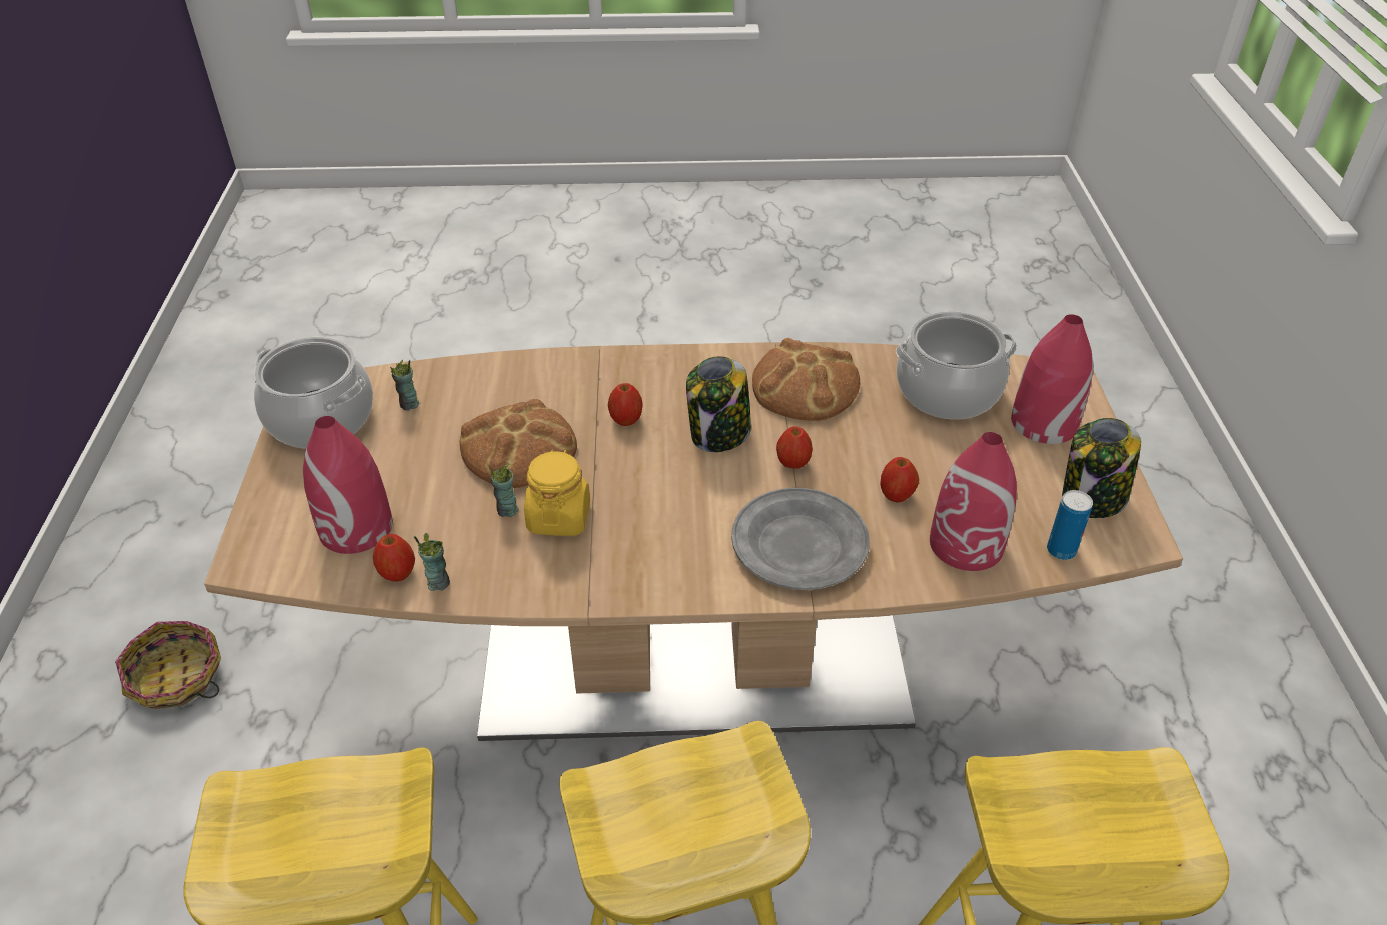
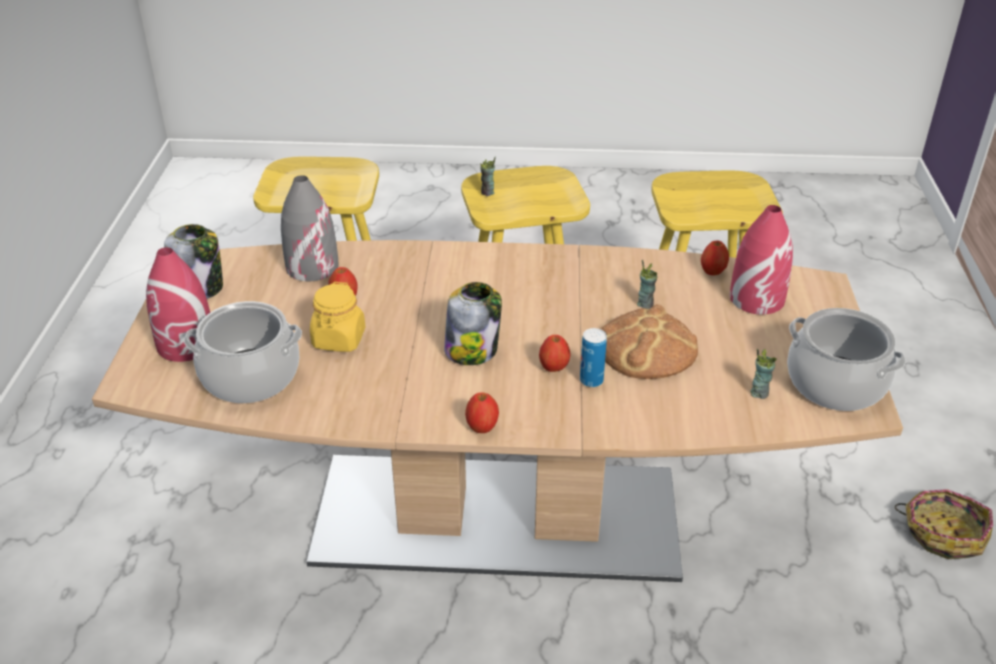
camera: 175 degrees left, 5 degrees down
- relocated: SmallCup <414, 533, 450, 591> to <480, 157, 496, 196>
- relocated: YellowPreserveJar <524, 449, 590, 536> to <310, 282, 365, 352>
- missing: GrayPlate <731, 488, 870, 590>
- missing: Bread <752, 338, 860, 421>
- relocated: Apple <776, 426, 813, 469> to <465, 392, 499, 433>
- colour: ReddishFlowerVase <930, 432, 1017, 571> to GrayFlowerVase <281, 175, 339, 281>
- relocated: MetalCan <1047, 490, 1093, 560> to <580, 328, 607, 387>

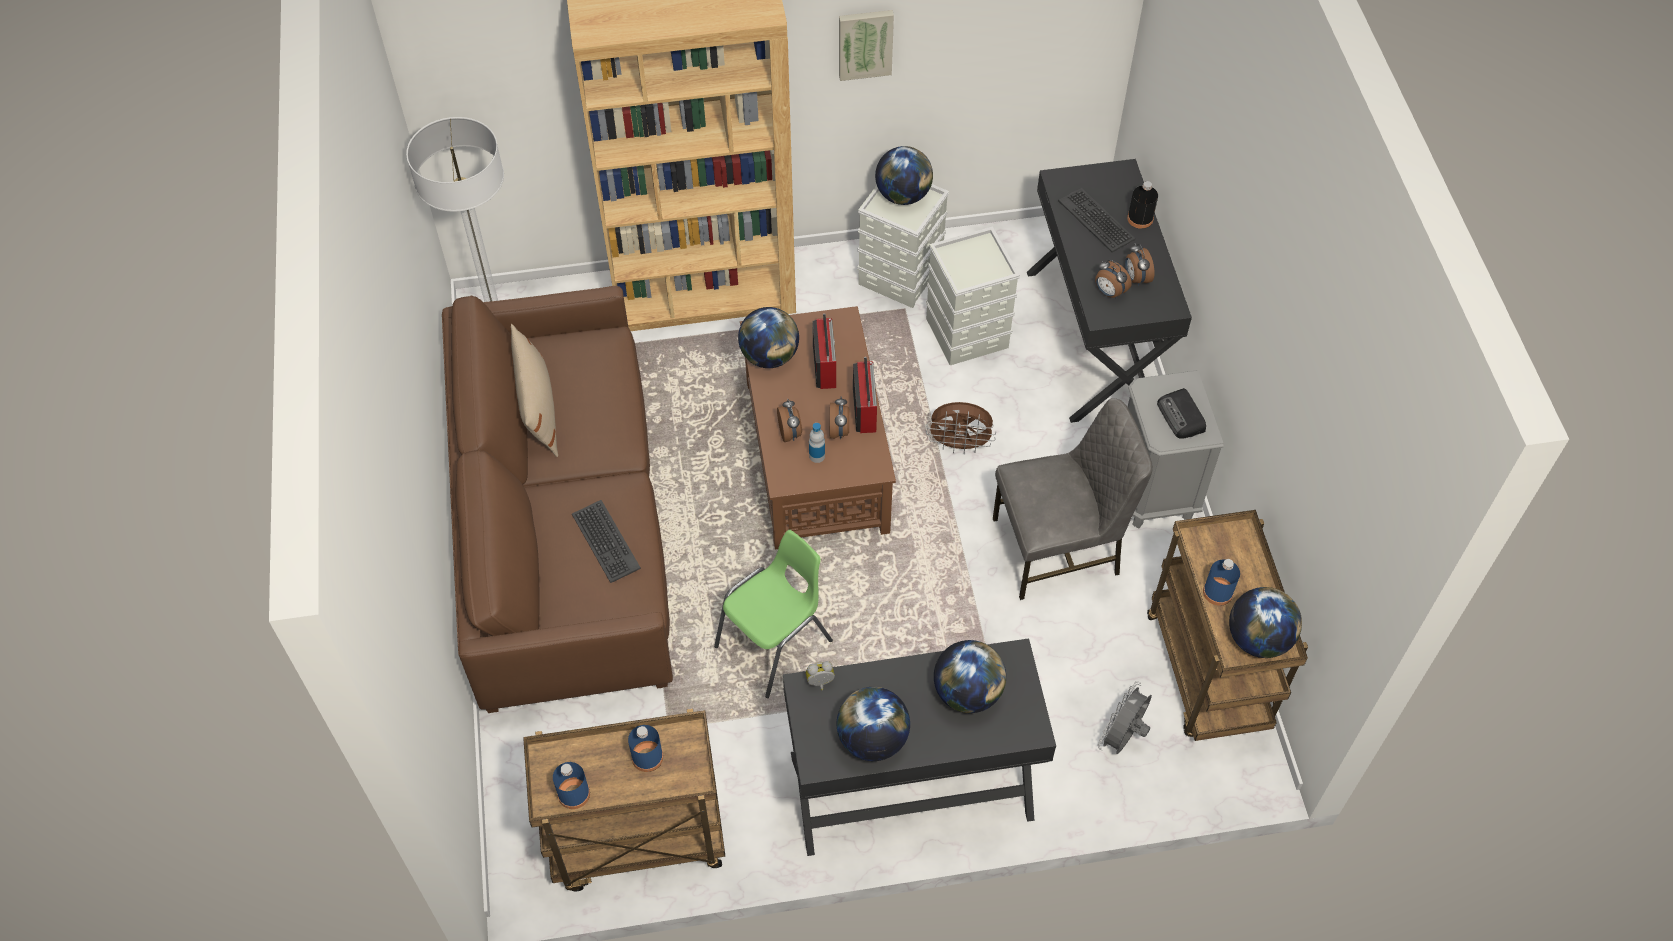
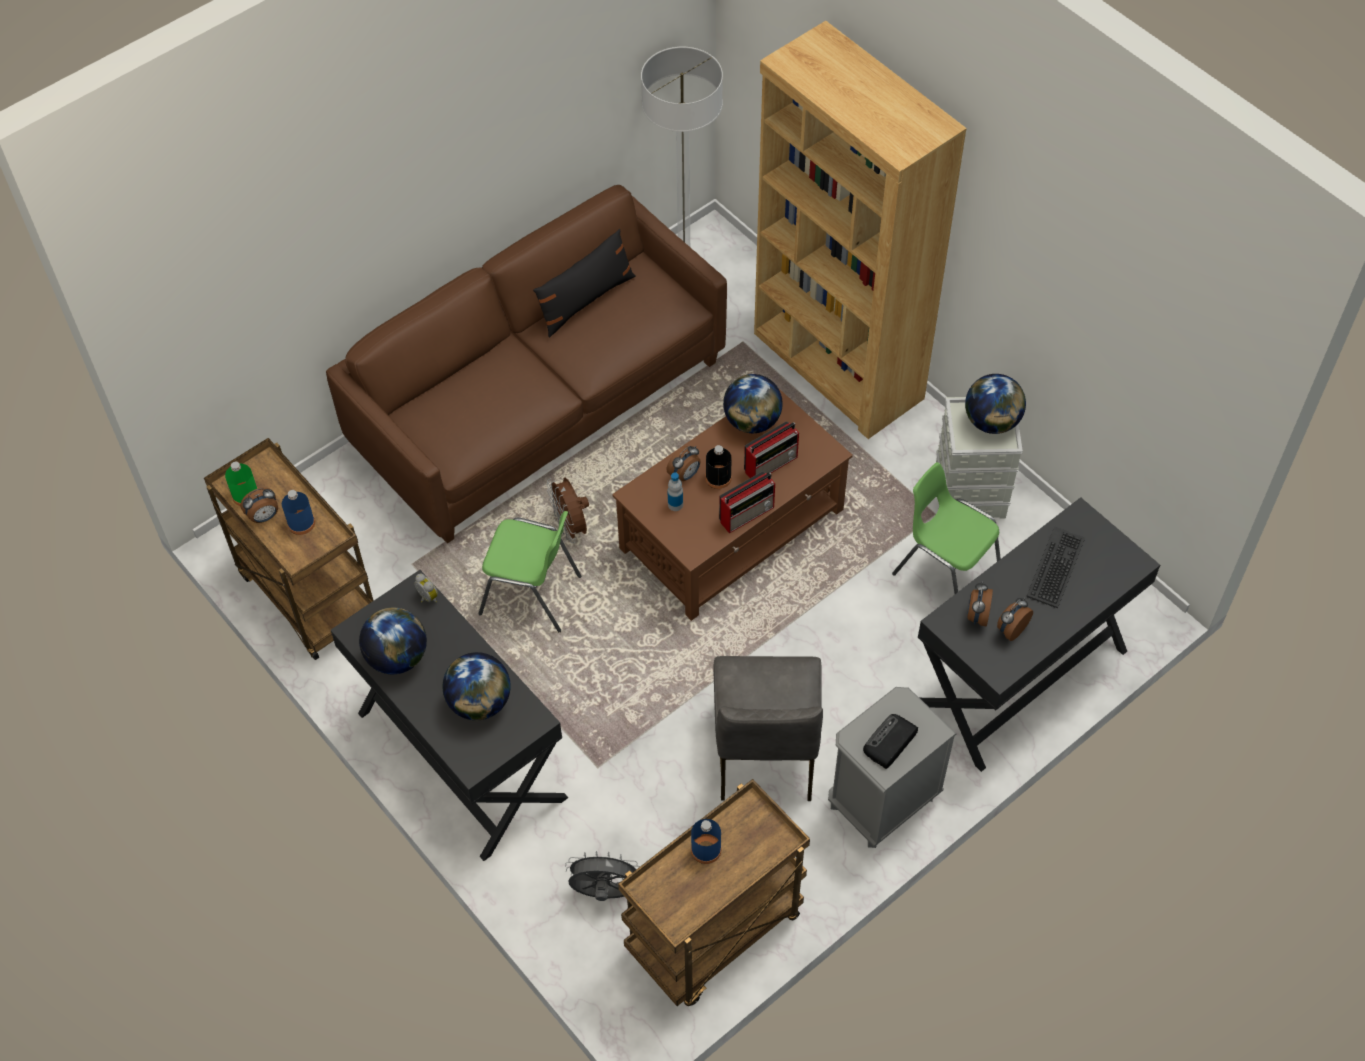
camera: 60 degrees right, 0 degrees up
- colour: BeigeColouredCushion <511, 324, 558, 457> to BlackCushion <533, 229, 636, 337>
- colour: BlueBottle <553, 762, 590, 809> to GreenBottle <225, 461, 258, 506>
- missing: PcKeyboard <572, 500, 641, 583>
- relocated: AlarmClock <830, 397, 849, 439> to <240, 488, 278, 523>
- missing: WallArt <839, 10, 894, 81>
- exchanged: GrayStorageContainer <926, 226, 1020, 365> to GreenChair <892, 462, 1001, 594>
- relocated: BrownElectricFan <926, 402, 996, 454> to <546, 478, 589, 543>
- spun: GrayChair <993, 398, 1153, 600> = <713, 656, 823, 801> 45 degrees clockwise
- relocated: BlackBottle <1127, 181, 1158, 229> to <705, 445, 732, 489>
- missing: Globe <1229, 587, 1302, 658>

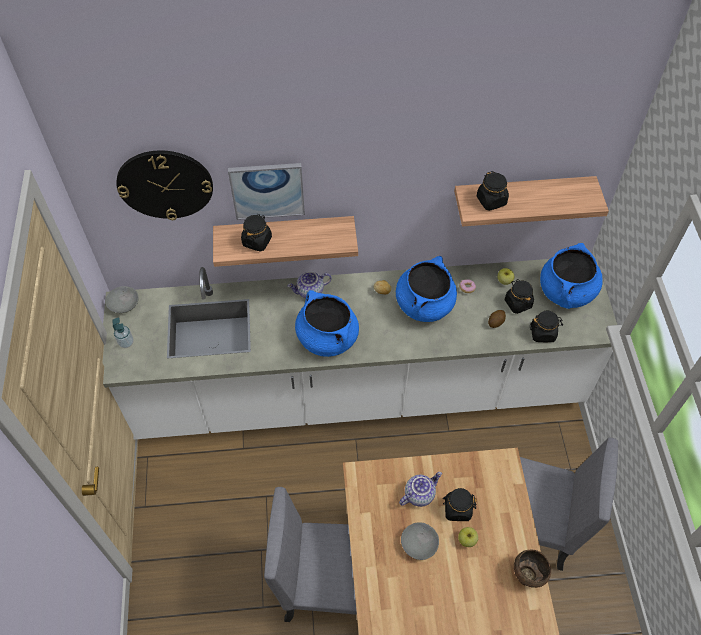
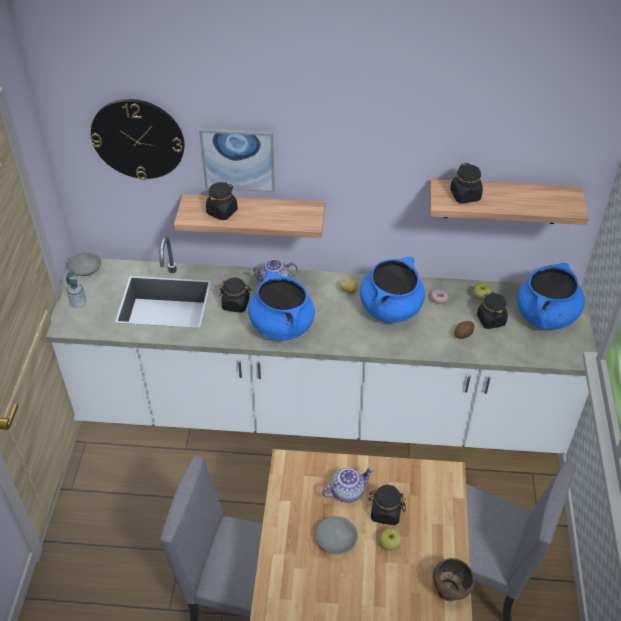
camera: 10 degrees right, 10 degrees down
- relocated: BlackPreserveJar <530, 310, 563, 342> to <219, 277, 251, 313>

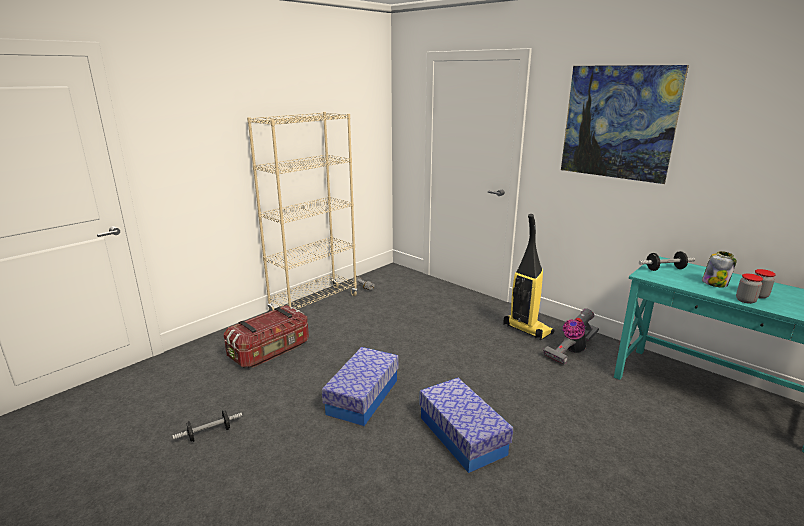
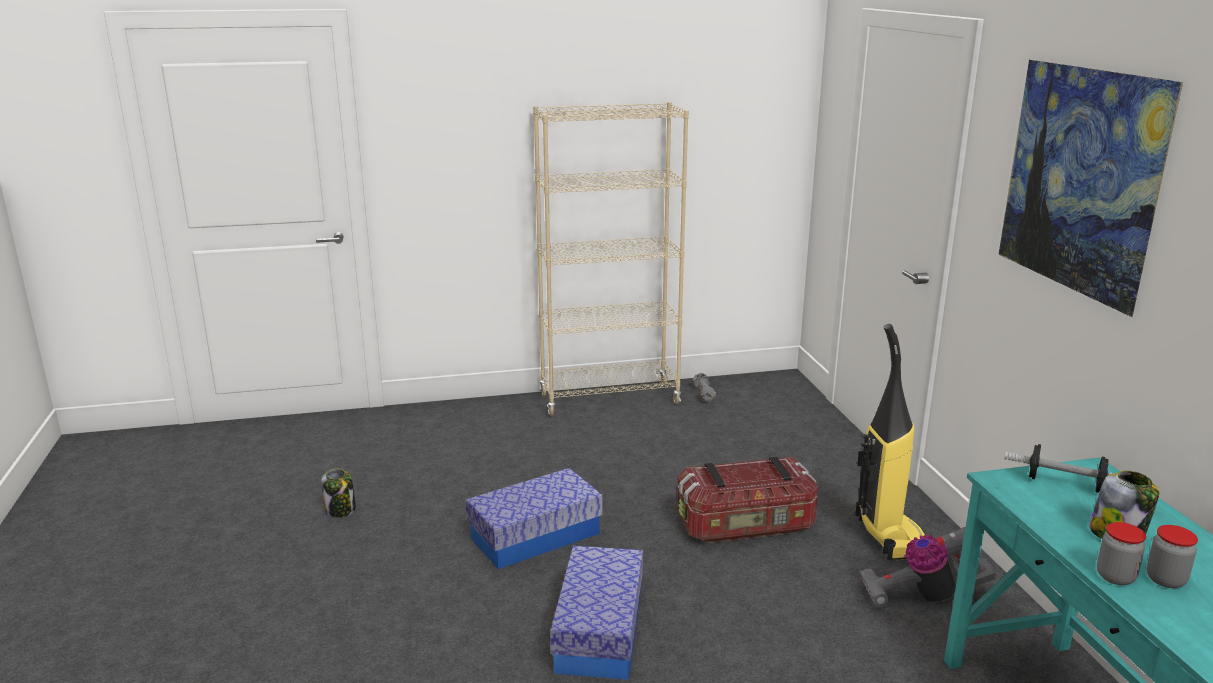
camera: 35 degrees right, 0 degrees up
- exchanged: HandWeight <172, 410, 242, 442> to PreserveJar <321, 469, 356, 518>
- relocated: StorageContainer <224, 305, 309, 368> to <677, 456, 818, 543>

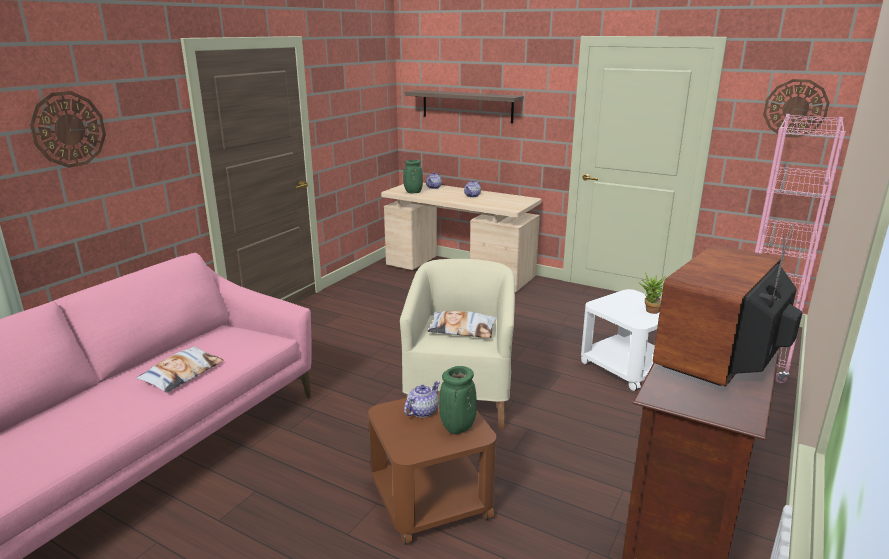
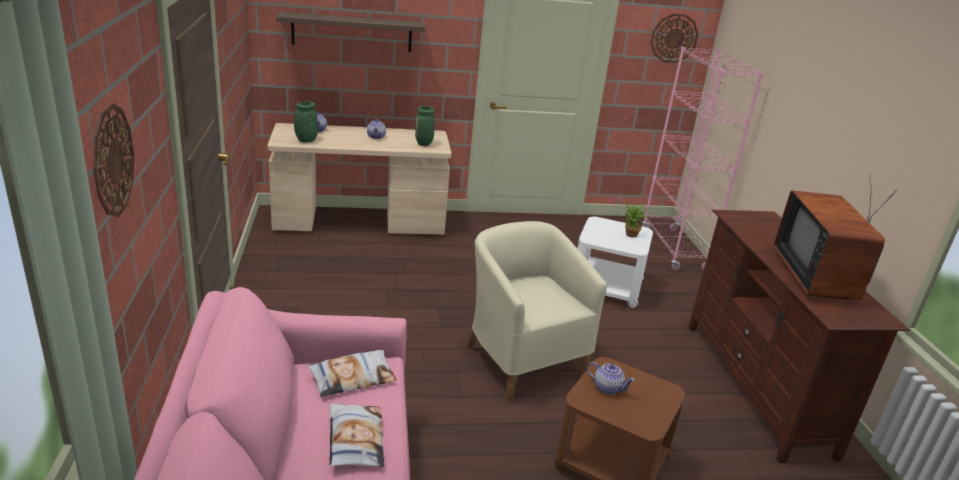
camera: 40 degrees left, 5 degrees up
- spun: PotForTea <404, 381, 440, 418> = <587, 362, 635, 395> 120 degrees clockwise
- relocated: Cushion <427, 311, 497, 338> to <307, 350, 397, 397>
- relocated: GreenFlowerVase <439, 366, 477, 434> to <415, 106, 434, 146>

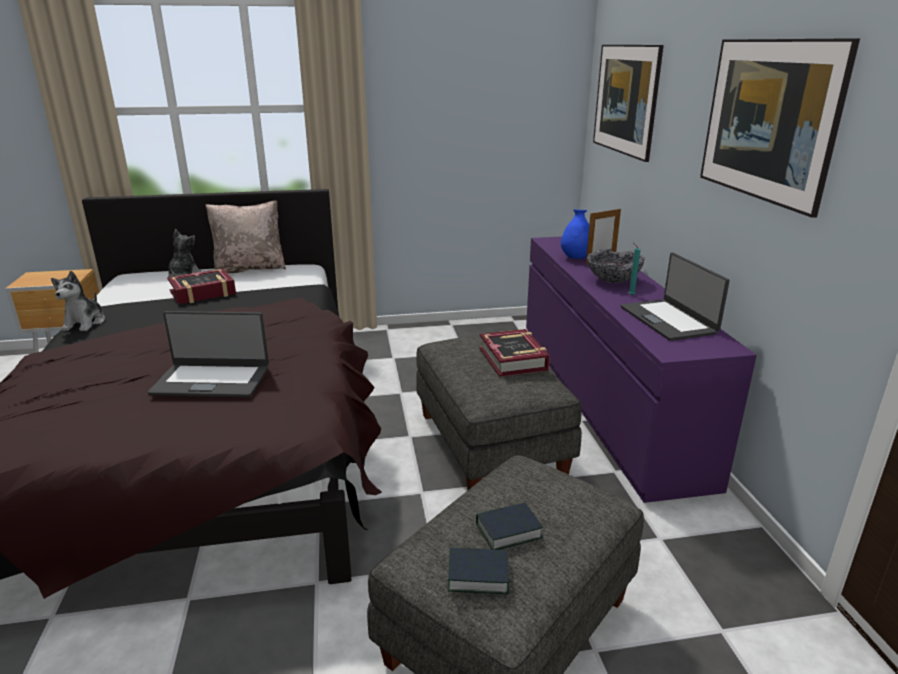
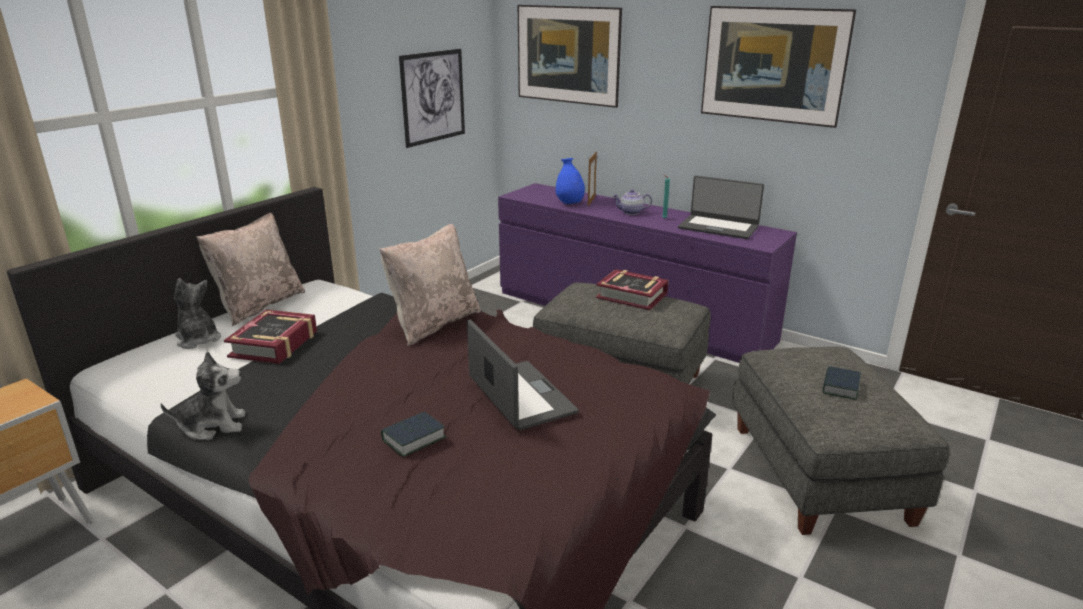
camera: 45 degrees left, 0 degrees up
- spun: CuddlyToy <51, 271, 105, 331> = <160, 351, 246, 440> 60 degrees counterclockwise
- spun: PortableComputer <148, 311, 269, 397> = <467, 319, 579, 430> 75 degrees counterclockwise
- relocated: BoundBook <448, 548, 509, 595> to <381, 412, 447, 457>
- exchanged: ServingBowl <587, 249, 645, 283> to PotForTea <612, 189, 652, 215>
- appeared: BeigeColouredCushion <380, 224, 481, 346>
- appeared: WallArt <399, 49, 465, 148>

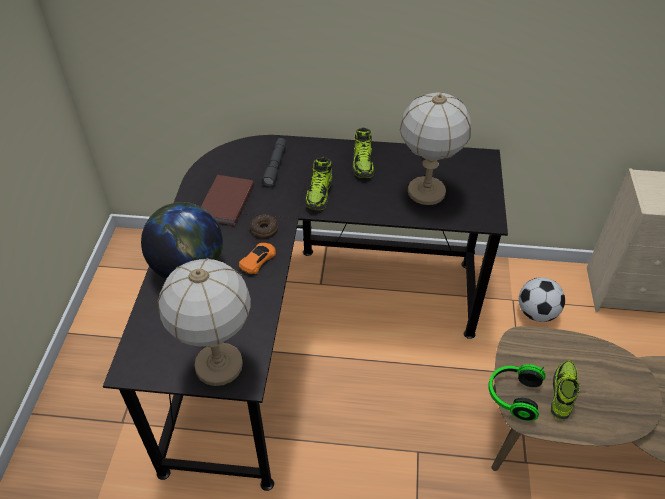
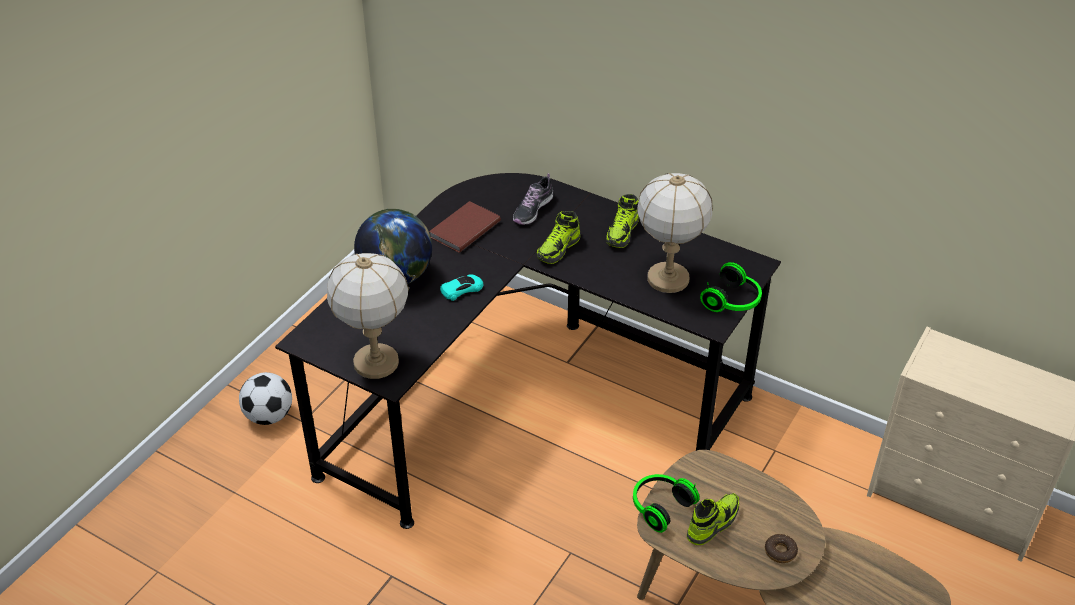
camera: 25 degrees right, 5 degrees down
- colour: OrangeyMiniatureCar <239, 243, 276, 274> to TurquoiseMiniatureCar <440, 274, 483, 301>
- relocated: RingDoughnut <250, 214, 278, 237> to <765, 534, 798, 563>
- exchanged: GrayFlashlight <262, 138, 287, 187> to ItemOfFootwear <513, 173, 554, 225>
- relocated: FootballBall <519, 277, 565, 322> to <239, 372, 292, 425>
- appeared: Headset <700, 262, 762, 312>

